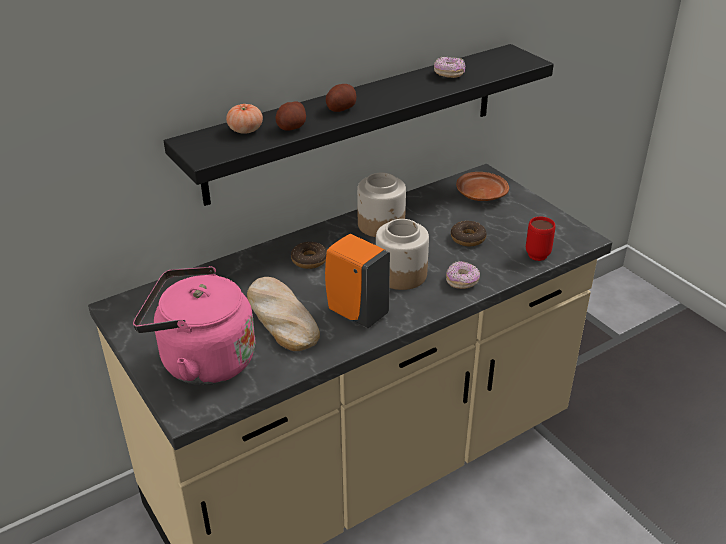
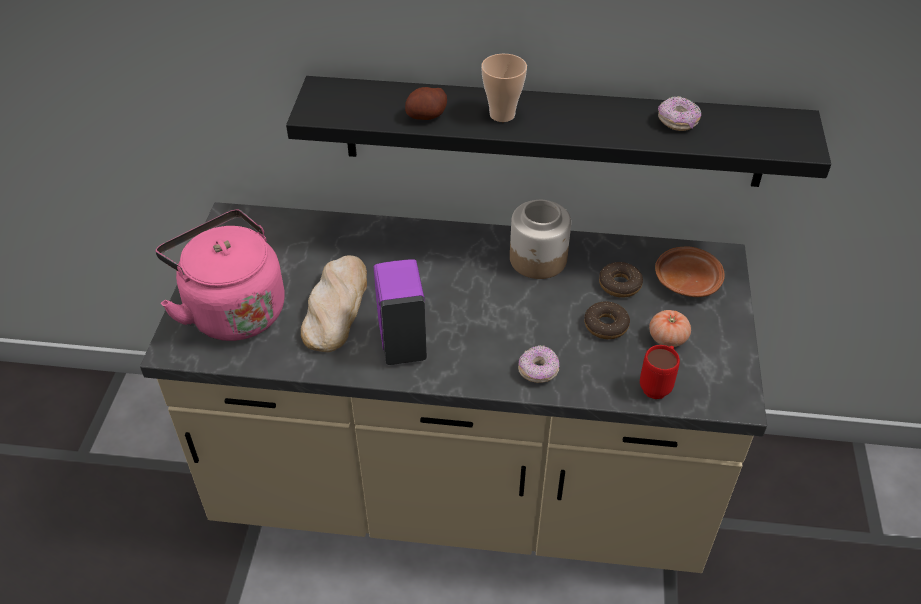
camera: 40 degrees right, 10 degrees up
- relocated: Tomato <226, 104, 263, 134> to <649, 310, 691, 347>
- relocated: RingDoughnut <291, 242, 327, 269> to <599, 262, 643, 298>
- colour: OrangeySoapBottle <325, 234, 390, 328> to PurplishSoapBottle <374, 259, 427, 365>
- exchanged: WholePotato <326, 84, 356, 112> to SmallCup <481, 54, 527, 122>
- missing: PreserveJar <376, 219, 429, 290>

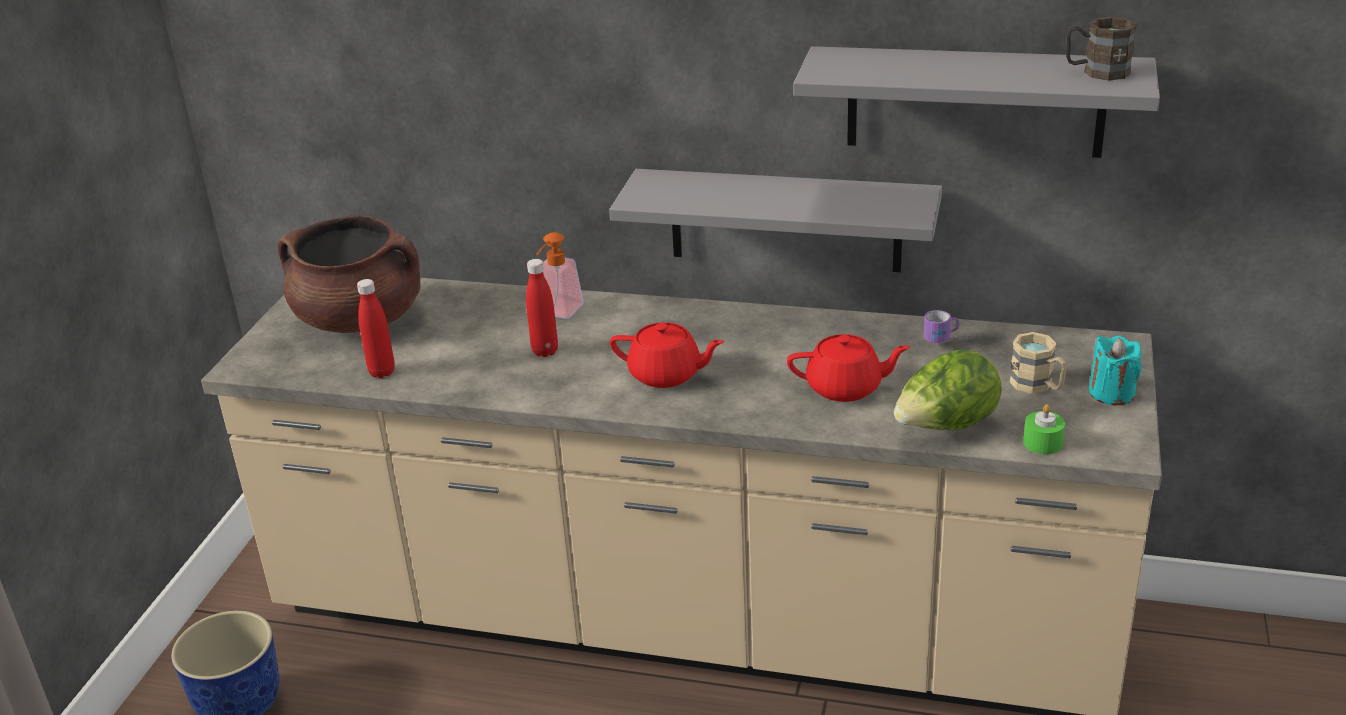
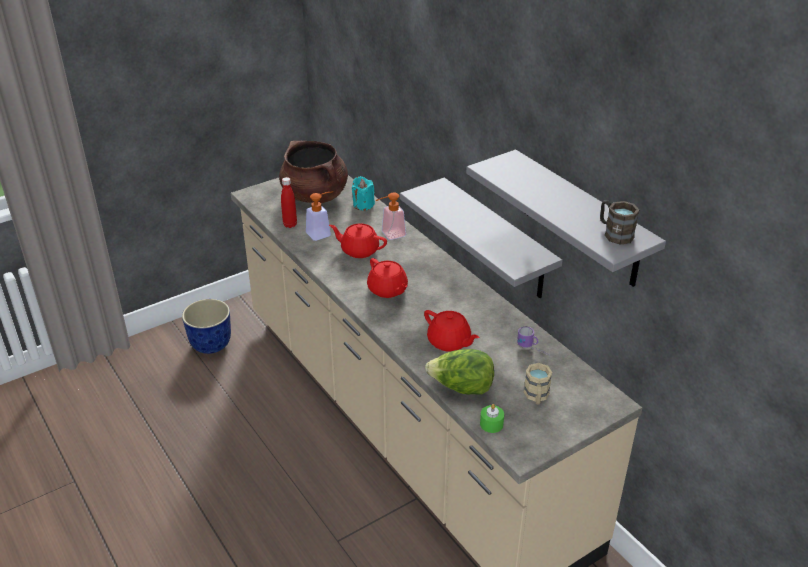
camera: 40 degrees right, 5 degrees up
- exchanged: ReddishBottle <526, 259, 558, 357> to ReddishPotForTea <329, 224, 387, 258>
- relocated: TurquoiseWaxCandle <1089, 336, 1141, 405> to <352, 176, 375, 210>
- appeared: SoapBottle <306, 191, 333, 241>

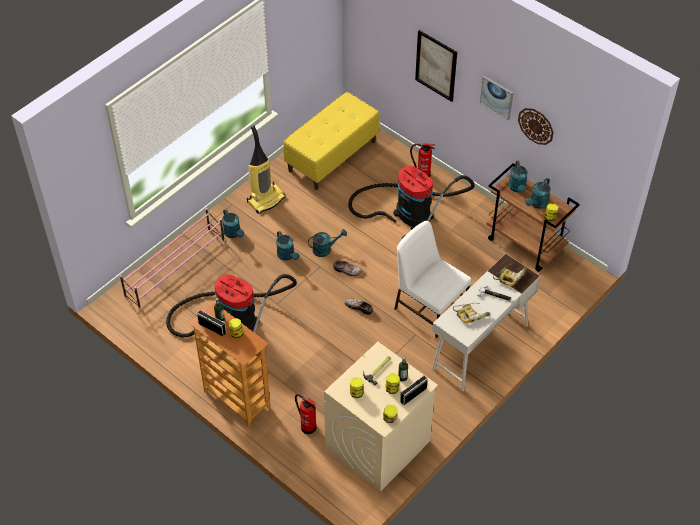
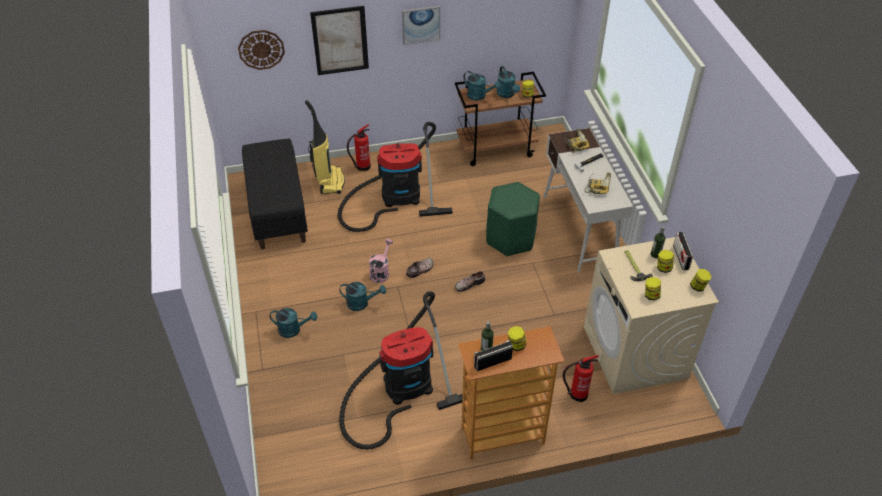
camera: 55 degrees left, 5 degrees down
- missing: PinkishShoeRack <120, 208, 225, 310>
- relocated: VacuumCleaner <247, 125, 286, 214> to <305, 100, 345, 194>
- colour: YellowIndoorBench <284, 92, 380, 190> to BlackIndoorBench <242, 139, 308, 250>
- colour: TurquoiseSprinklingCan <308, 229, 347, 257> to PinkishSprinklingCan <369, 239, 393, 283>
- exchanged: WhiteColouredChair <394, 221, 472, 338> to GreenStool <486, 182, 540, 257>
- relocated: WallClock <518, 108, 554, 145> to <238, 30, 285, 70>

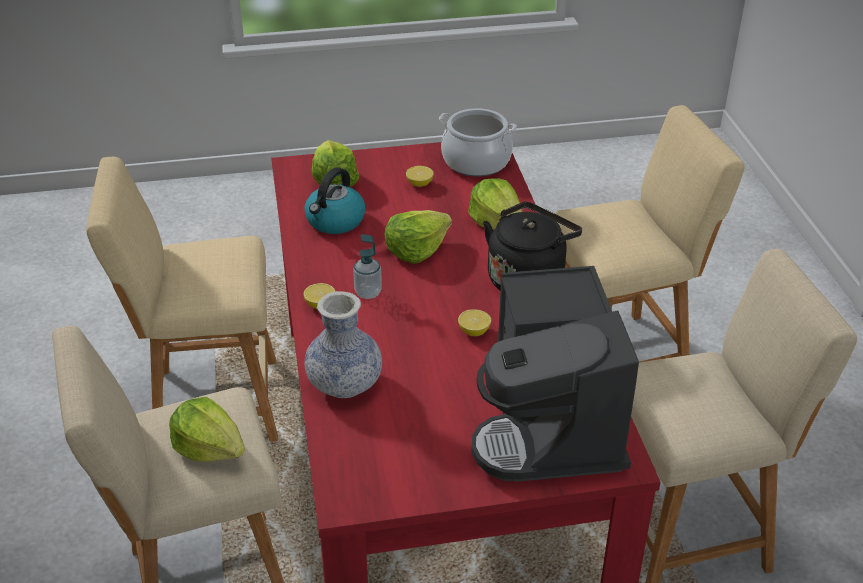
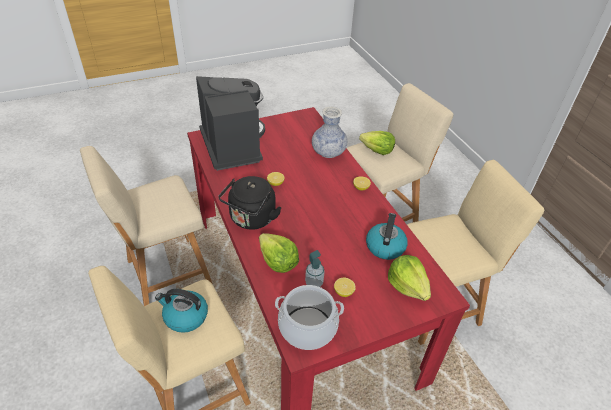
camera: 165 degrees right, 5 degrees up
- relocated: SoapBottle <353, 234, 382, 299> to <305, 250, 325, 287>
- missing: Lettuce <385, 210, 452, 264>
- appeared: TeaKettle <155, 289, 208, 333>

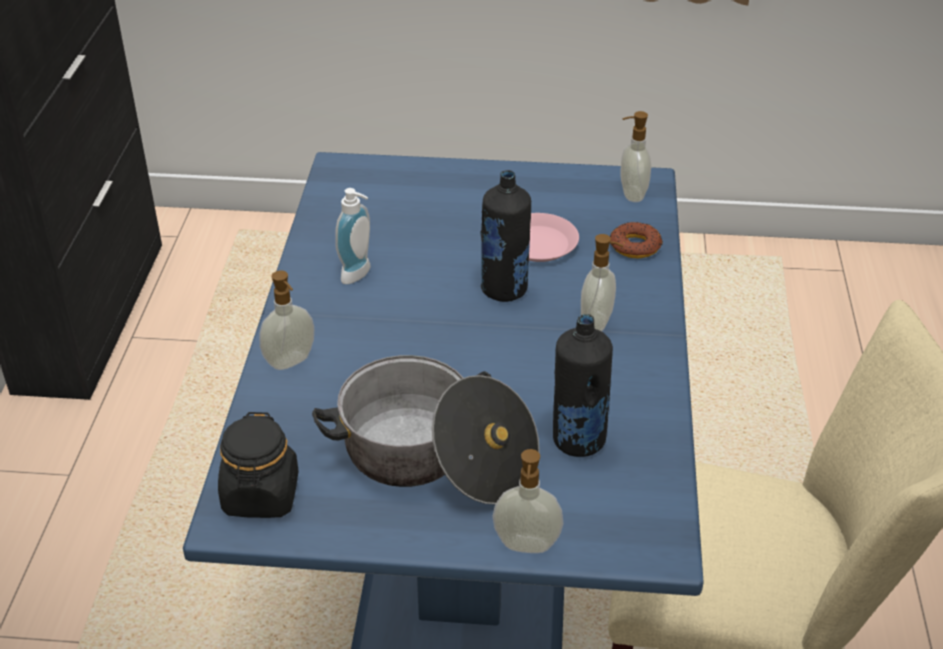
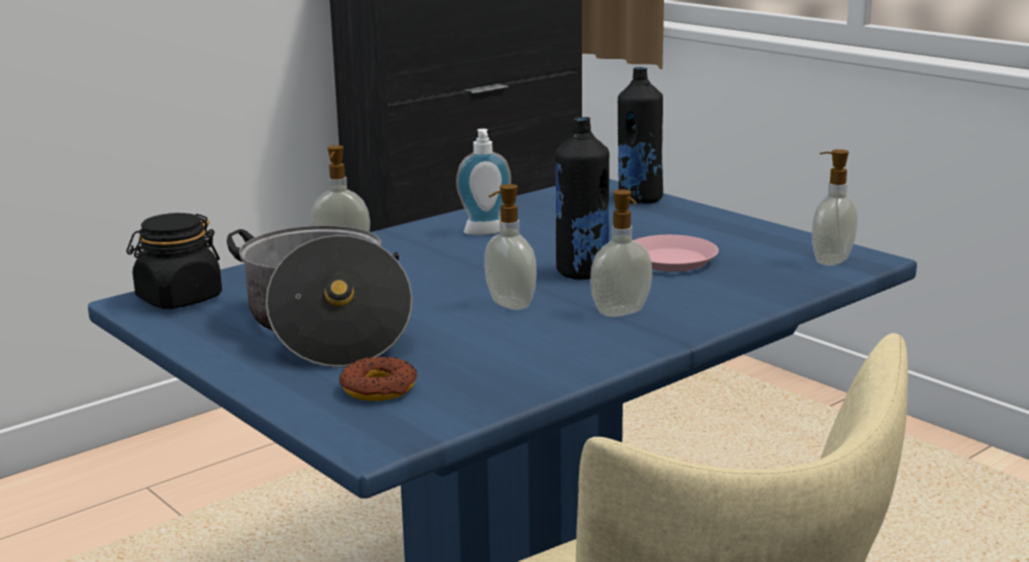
camera: 45 degrees right, 20 degrees down
- relocated: SoapBottle <493, 449, 563, 553> to <484, 184, 537, 310>
- relocated: BlackBottle <553, 314, 613, 457> to <618, 67, 663, 204>
- relocated: RingDoughnut <610, 222, 663, 258> to <339, 357, 417, 401>

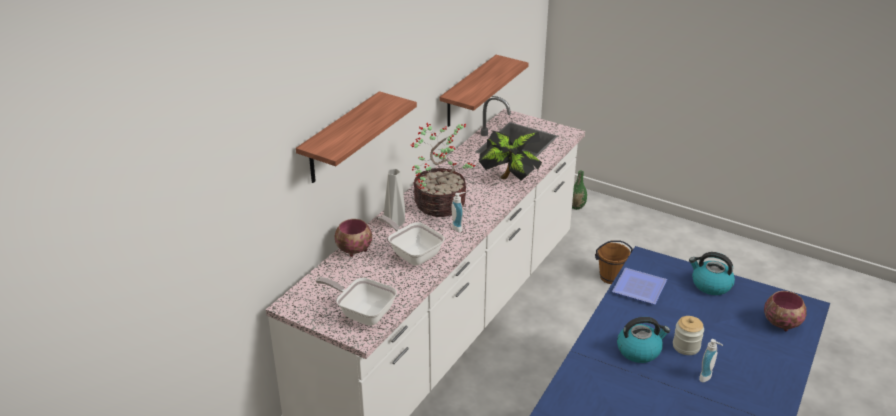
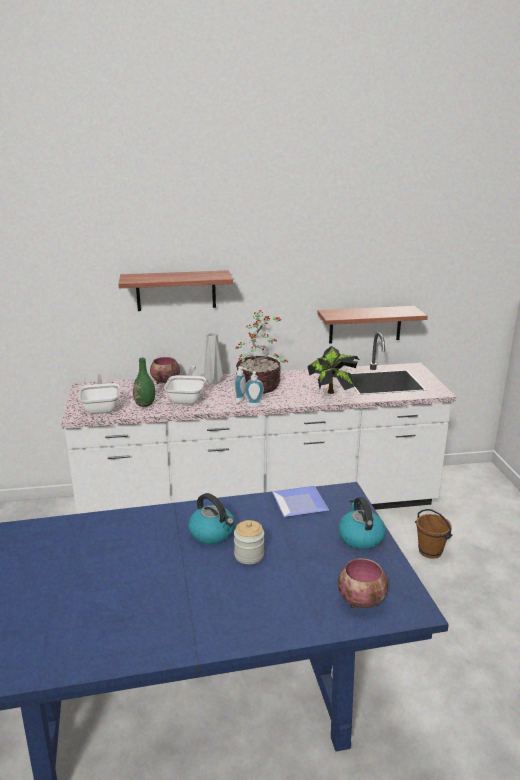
camera: 50 degrees right, 10 degrees down
- relocated: GreenFlowerVase <572, 170, 587, 210> to <133, 358, 155, 407>
- relocated: SoapBottle <699, 339, 723, 382> to <244, 372, 264, 407>

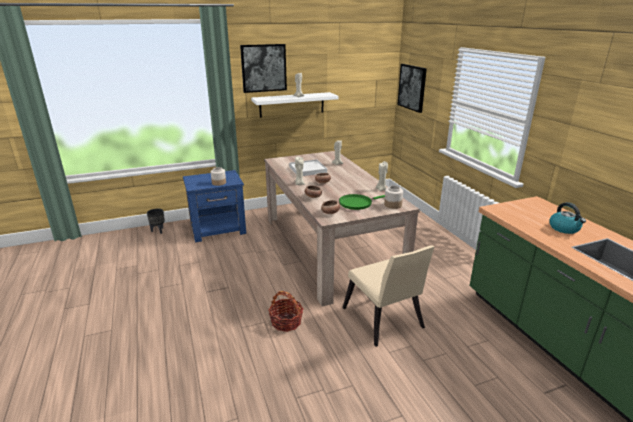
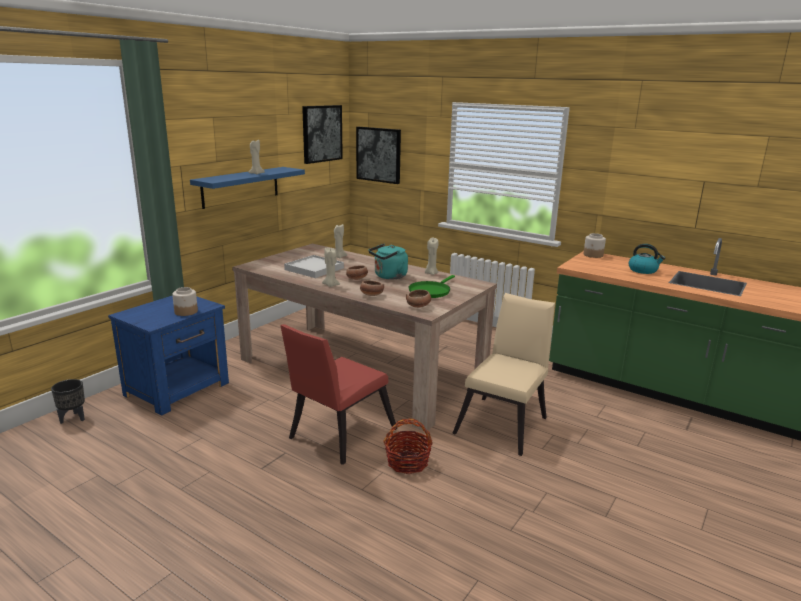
camera: 35 degrees left, 5 degrees down
- relocated: WallArt <240, 44, 287, 93> to <302, 105, 343, 164>
- colour: WhiteColouredShelf <251, 92, 339, 118> to BlueShelf <190, 167, 305, 209>
- spun: BeigeColouredChair <342, 245, 434, 347> = <452, 293, 555, 456> 90 degrees counterclockwise
- relocated: PreserveJar <384, 186, 403, 209> to <583, 233, 606, 258>
- appeared: ReddishChair <280, 324, 397, 465>
- appeared: TurquoiseTeaKettle <369, 244, 408, 280>

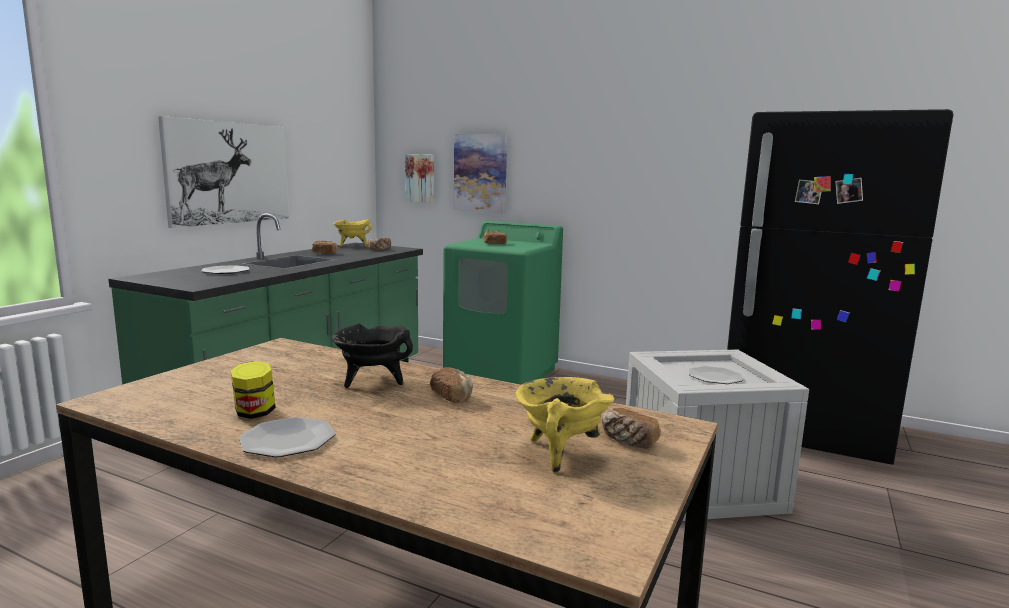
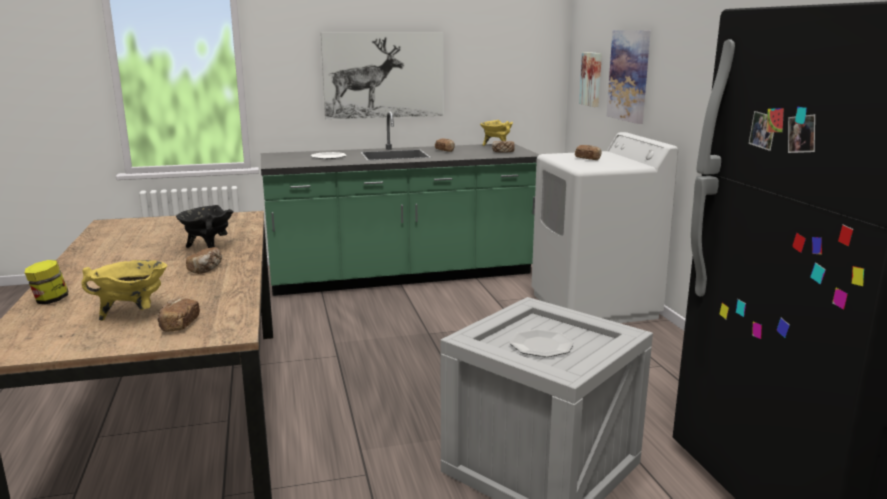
camera: 50 degrees right, 5 degrees up
- relocated: PreserveJar <230, 361, 276, 419> to <25, 260, 68, 304>
- missing: Plate <239, 417, 336, 457>
- colour: GreenLaundryAppliance <443, 221, 563, 385> to WhiteColouredLaundryAppliance <532, 132, 678, 323>

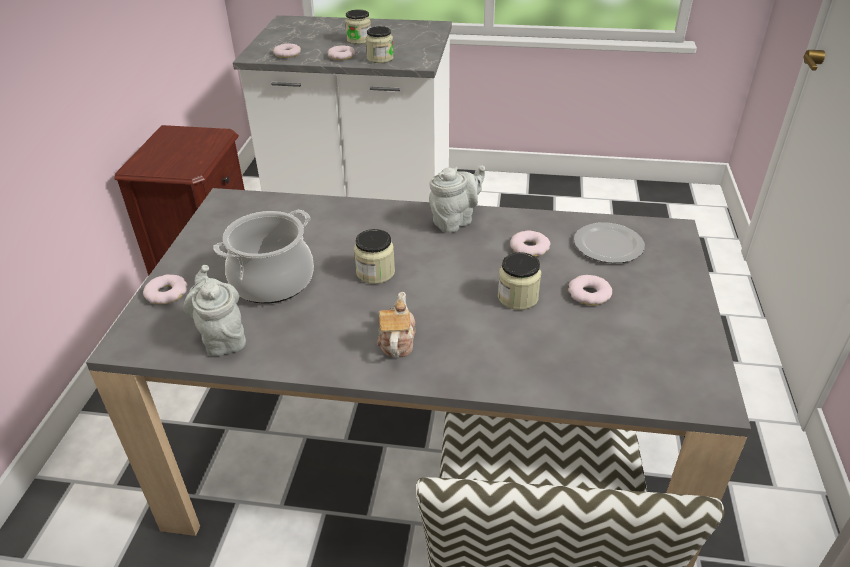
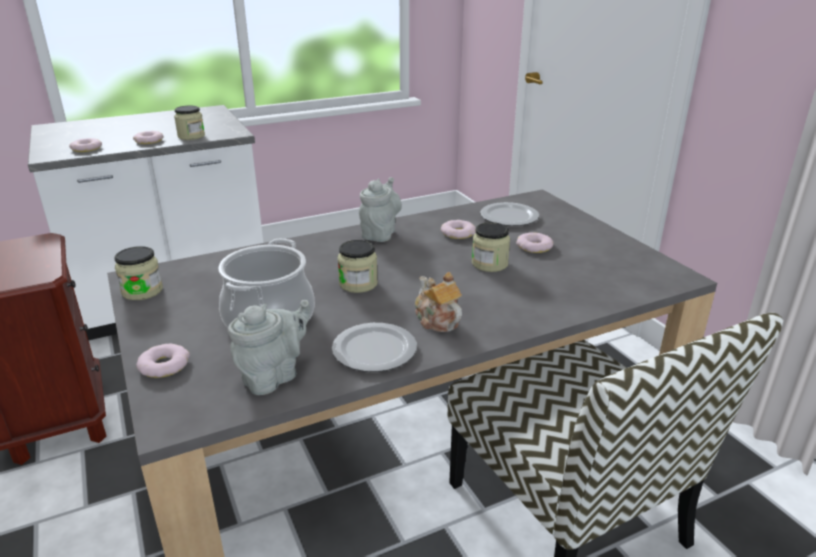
camera: 35 degrees left, 10 degrees down
- spun: GrayPotForTea <184, 265, 246, 356> = <228, 300, 310, 395> 105 degrees clockwise
- relocated: PreserveJar <345, 10, 371, 44> to <114, 246, 163, 300>
- appeared: Plate <332, 323, 417, 372>

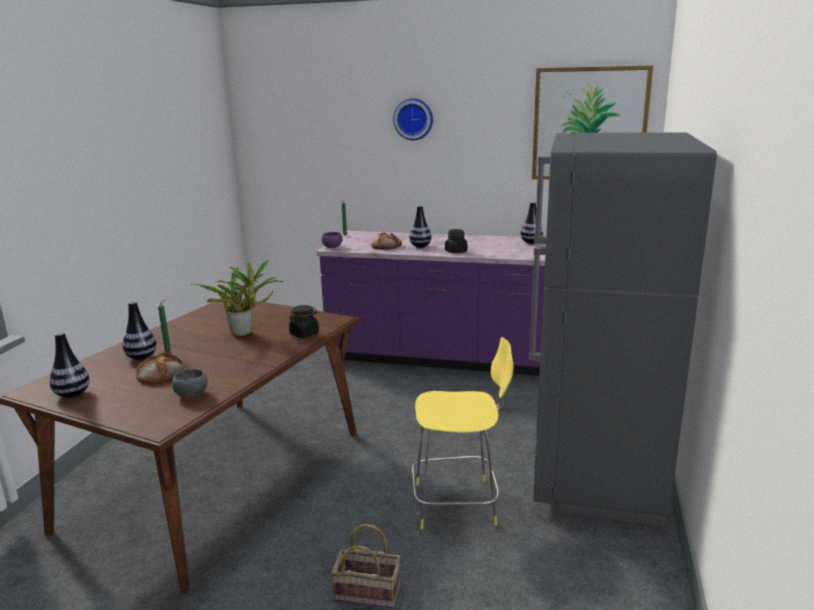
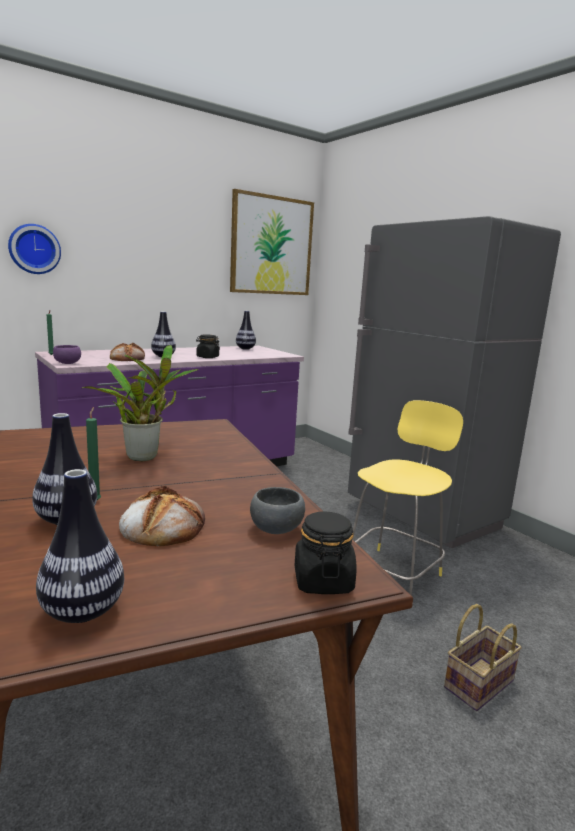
camera: 50 degrees left, 5 degrees down
- relocated: BlackPreserveJar <289, 305, 319, 338> to <295, 511, 357, 594>
- relocated: WallClock <393, 98, 433, 140> to <8, 224, 61, 274>

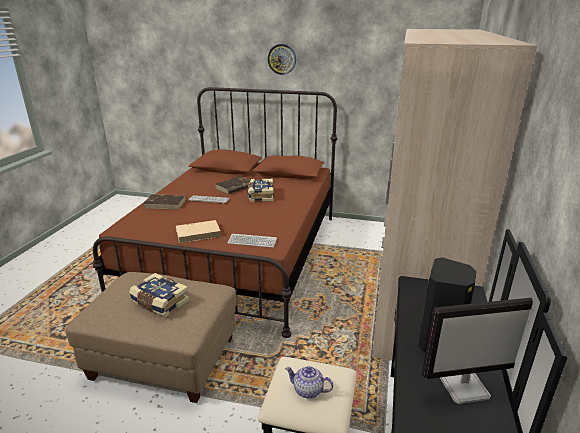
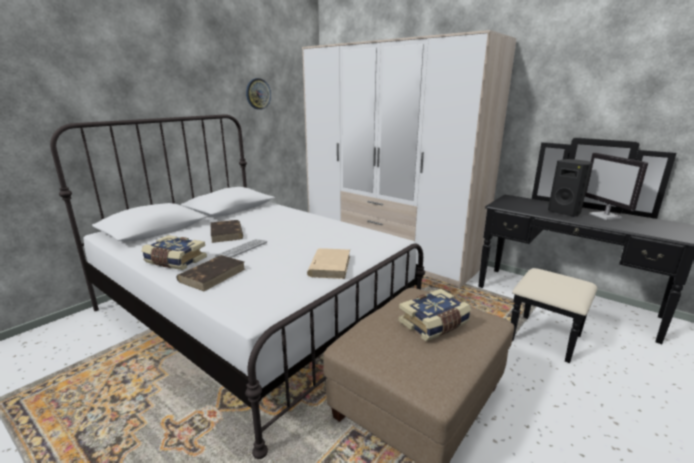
camera: 65 degrees left, 5 degrees down
- colour: BrownBedroomBed <93, 87, 338, 338> to WhiteColouredBedroomBed <50, 114, 425, 459>
- missing: PcKeyboard <228, 234, 277, 248>
- relocated: BoundBook <247, 179, 273, 202> to <142, 235, 207, 270>
- relocated: WallClock <268, 44, 296, 75> to <246, 78, 271, 110>
- missing: PotForTea <285, 366, 333, 399>
- spun: Monitor <422, 298, 533, 404> = <585, 153, 648, 220> 150 degrees clockwise

